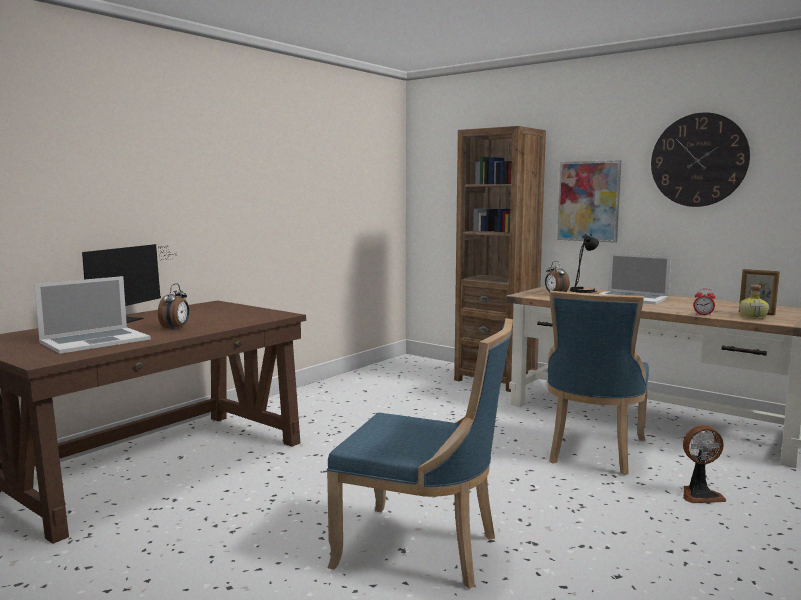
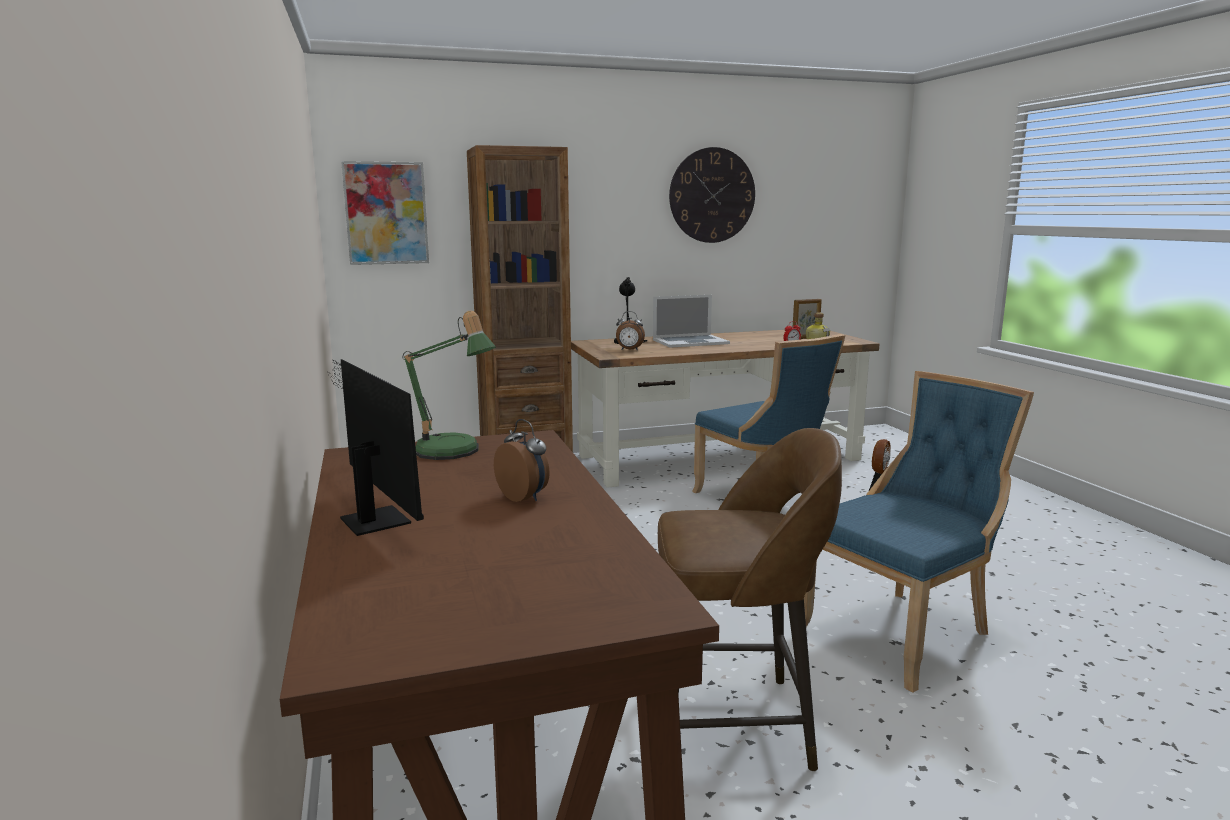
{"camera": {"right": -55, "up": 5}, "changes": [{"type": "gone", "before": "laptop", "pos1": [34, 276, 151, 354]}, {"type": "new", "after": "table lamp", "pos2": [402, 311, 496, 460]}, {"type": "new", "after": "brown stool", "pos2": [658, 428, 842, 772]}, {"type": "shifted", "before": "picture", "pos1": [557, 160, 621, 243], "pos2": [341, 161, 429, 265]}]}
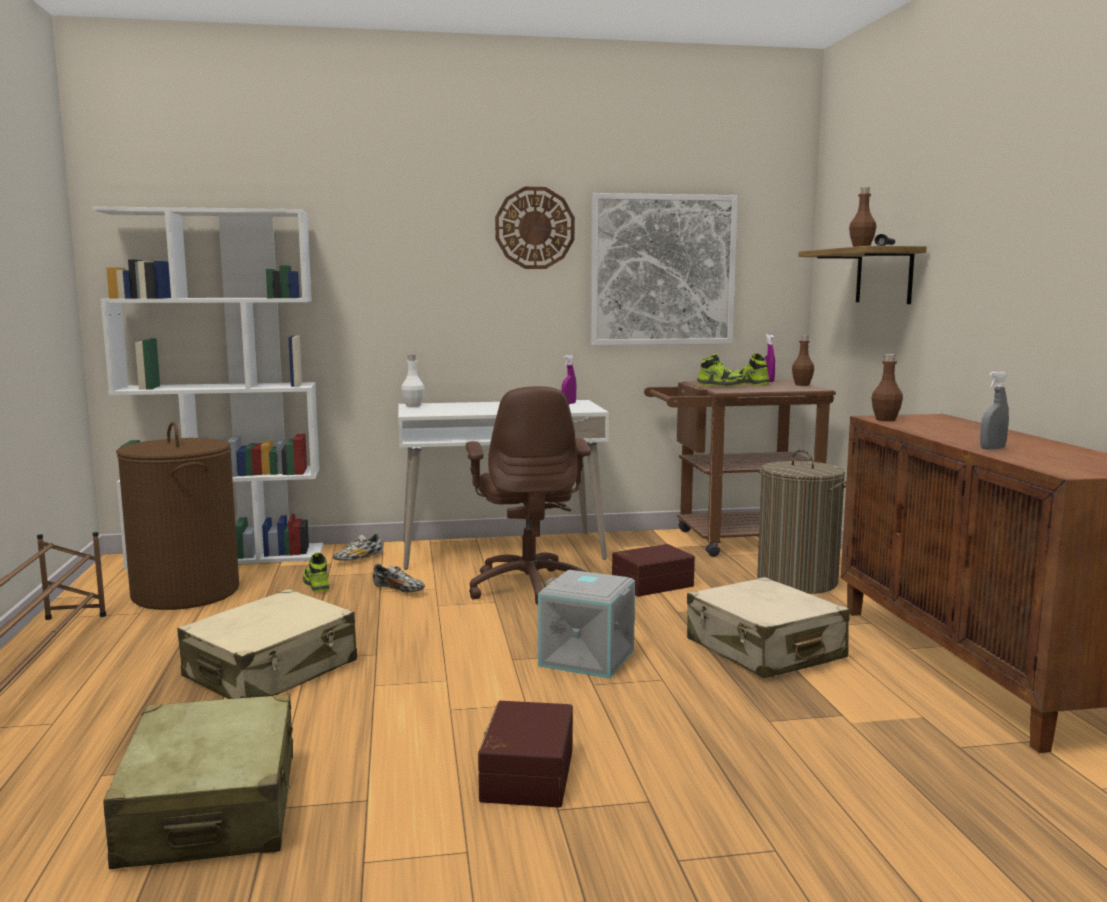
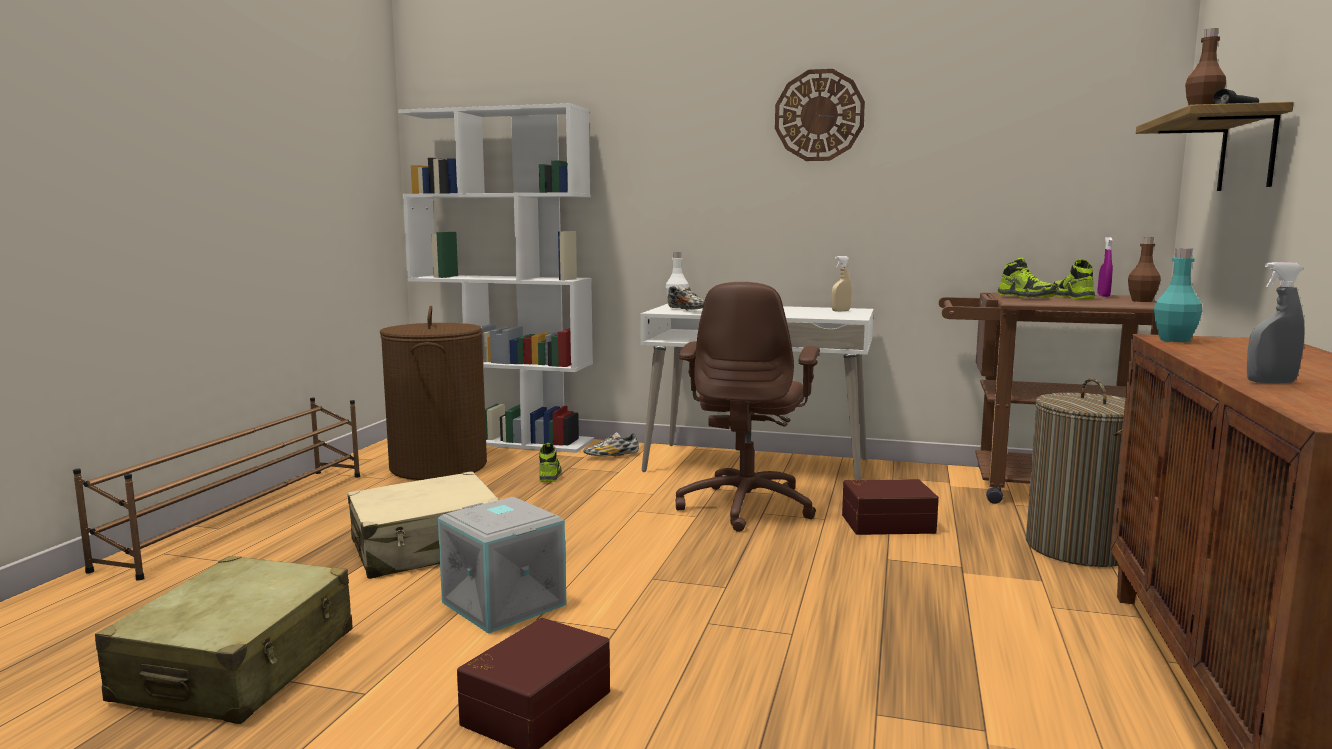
{"camera": {"right": 25, "up": 0}, "changes": [{"type": "gone", "before": "picture", "pos1": [590, 193, 738, 345]}, {"type": "gone", "before": "beige suitcase", "pos1": [687, 577, 850, 678]}, {"type": "shifted", "before": "shoe", "pos1": [373, 564, 425, 592], "pos2": [668, 285, 705, 311]}, {"type": "shifted", "before": "grey storage box", "pos1": [538, 570, 635, 679], "pos2": [438, 497, 566, 634]}, {"type": "repainted", "before": "purple spray bottle", "after": "beige spray bottle", "pos1": [562, 355, 576, 404], "pos2": [831, 256, 852, 312]}, {"type": "repainted", "before": "brown bottle", "after": "turquoise bottle", "pos1": [872, 354, 903, 421], "pos2": [1154, 248, 1202, 342]}]}
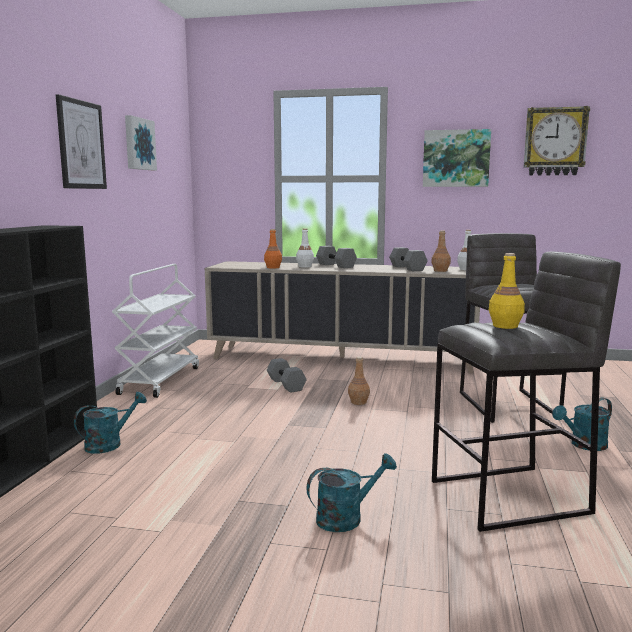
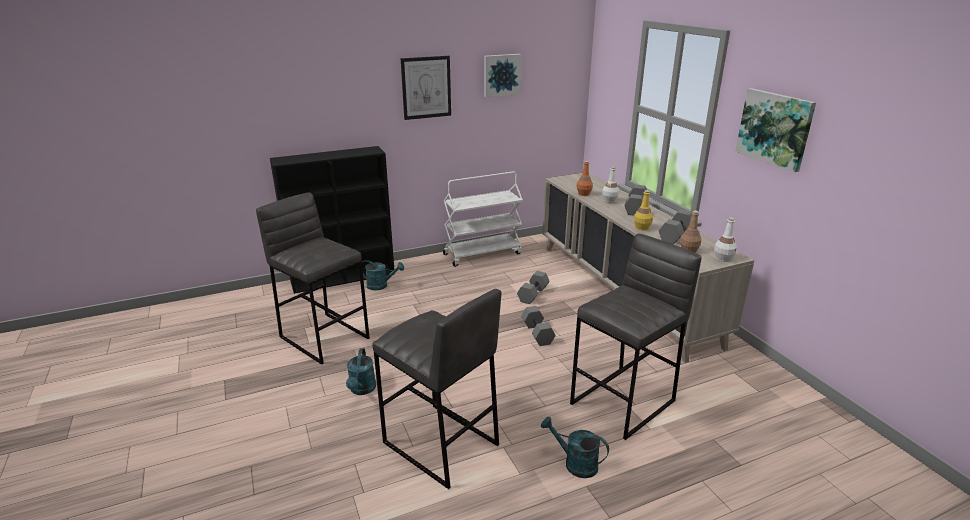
{"camera": {"right": 55, "up": 15}, "changes": [{"type": "gone", "before": "wall clock", "pos1": [524, 106, 590, 176]}, {"type": "new", "after": "grey stool", "pos2": [256, 192, 370, 365]}, {"type": "shifted", "before": "yellow bottle", "pos1": [489, 253, 525, 329], "pos2": [634, 190, 653, 230]}, {"type": "swapped", "before": "brown bottle", "after": "grey dumbbell", "pos1": [348, 357, 370, 405], "pos2": [521, 306, 556, 346]}, {"type": "rotated", "before": "turquoise watering can", "pos1": [307, 453, 397, 532], "pos2": [346, 348, 376, 395], "turn": 60}]}
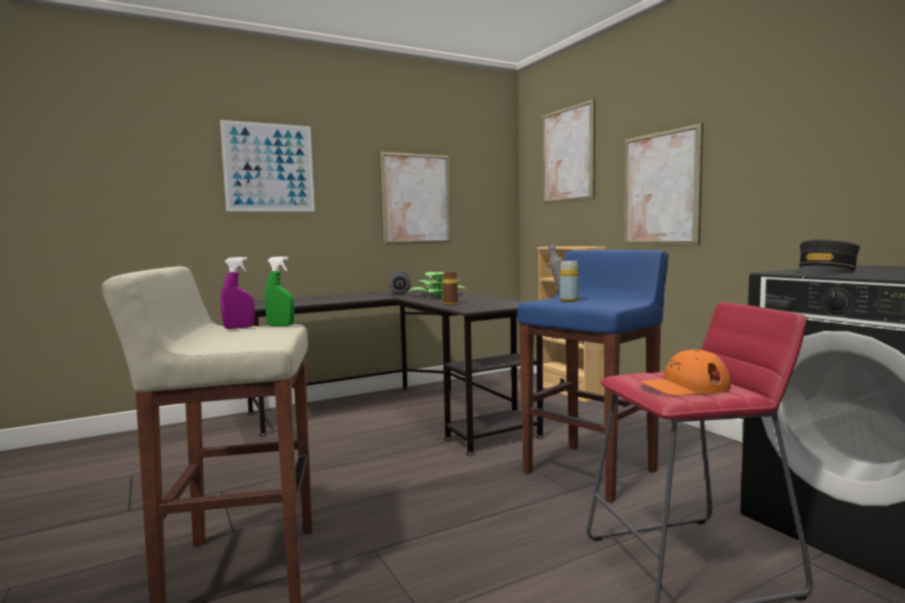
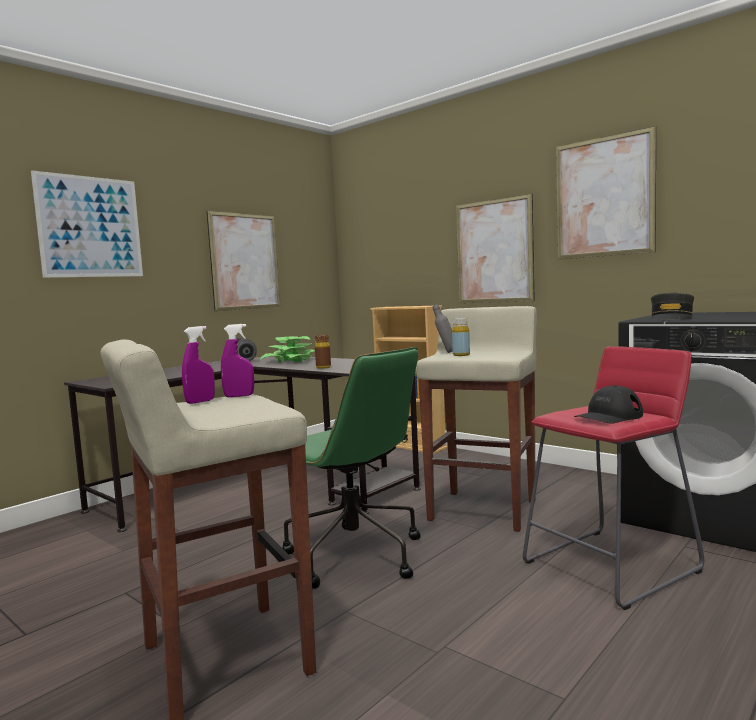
{"camera": {"right": -20, "up": 0}, "changes": [{"type": "new", "after": "green office chair", "pos2": [282, 347, 421, 589]}, {"type": "shifted", "before": "picture", "pos1": [542, 98, 595, 204], "pos2": [556, 126, 656, 260]}, {"type": "repainted", "before": "green spray bottle", "after": "purple spray bottle", "pos1": [265, 256, 294, 326], "pos2": [221, 324, 254, 397]}, {"type": "repainted", "before": "blue stool", "after": "beige stool", "pos1": [517, 250, 669, 503], "pos2": [416, 306, 537, 532]}, {"type": "repainted", "before": "orange cap", "after": "black cap", "pos1": [640, 350, 731, 396], "pos2": [574, 385, 643, 424]}]}
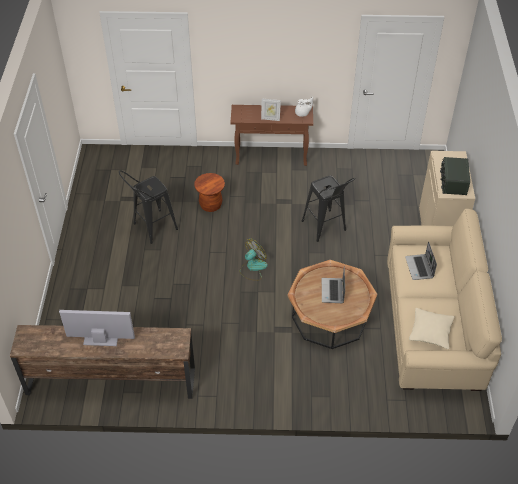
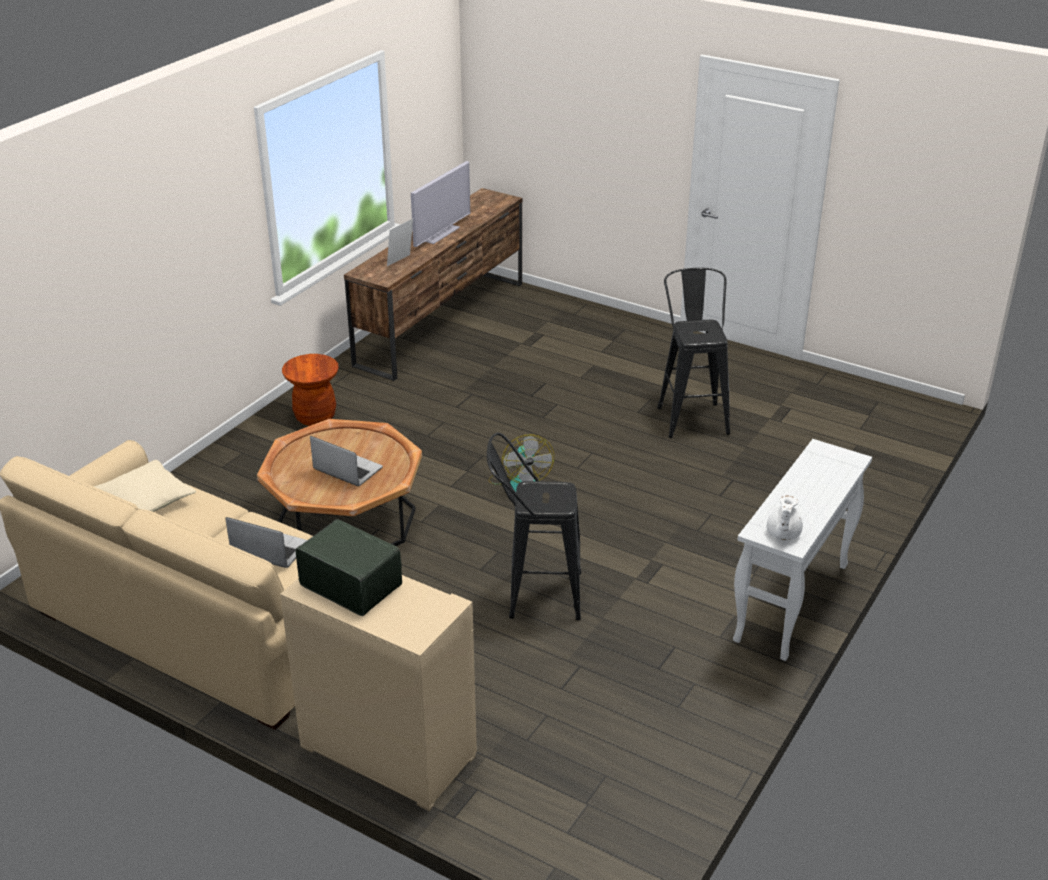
{"camera": {"right": 120, "up": -15}, "changes": [{"type": "shifted", "before": "brown stool", "pos1": [194, 173, 225, 212], "pos2": [282, 354, 339, 426]}, {"type": "shifted", "before": "picture frame", "pos1": [261, 99, 281, 121], "pos2": [387, 219, 413, 266]}, {"type": "repainted", "before": "brown console table", "after": "white console table", "pos1": [230, 105, 313, 166], "pos2": [733, 439, 872, 661]}]}
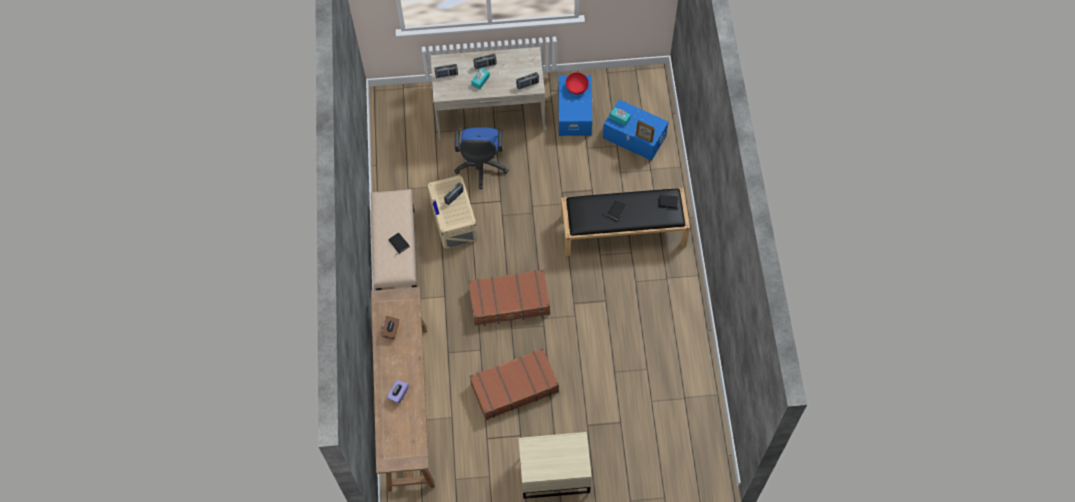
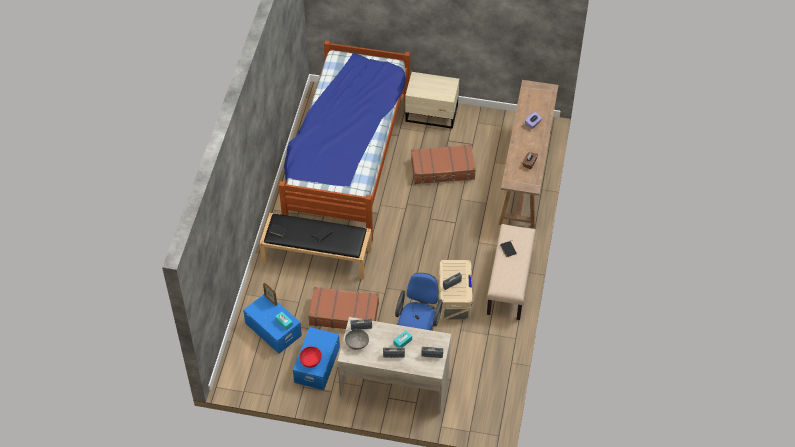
{"camera": {"right": -165, "up": -10}, "changes": [{"type": "new", "after": "bed", "pos2": [279, 40, 410, 242]}, {"type": "new", "after": "grey bowl", "pos2": [345, 329, 369, 350]}, {"type": "shifted", "before": "brown suitcase", "pos1": [468, 269, 550, 326], "pos2": [308, 287, 379, 329]}]}
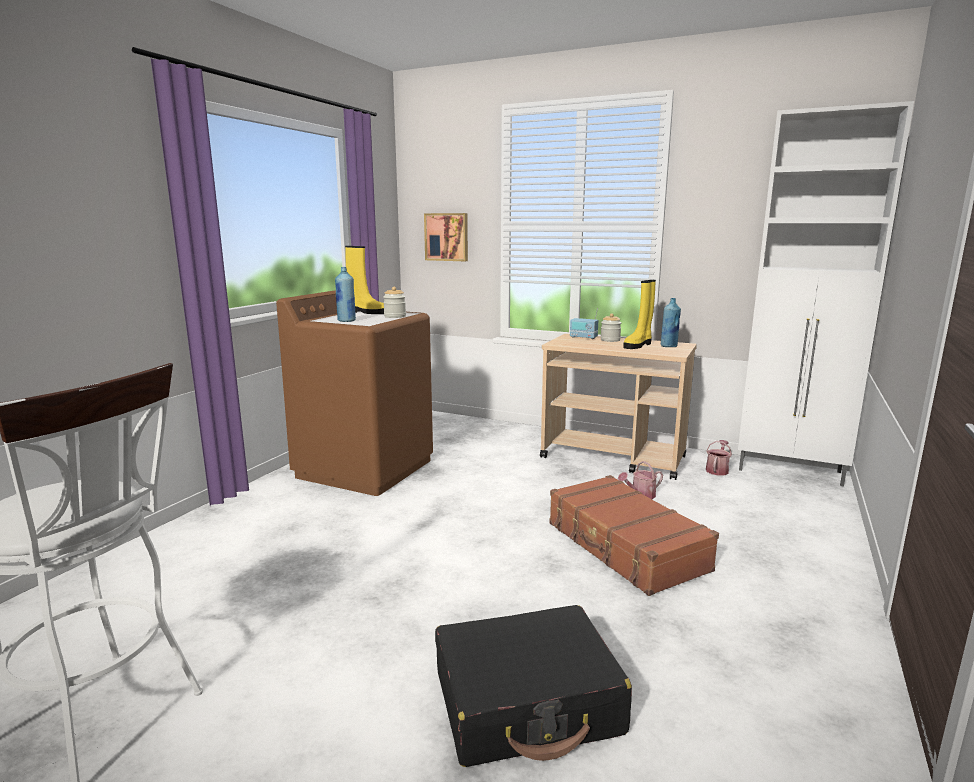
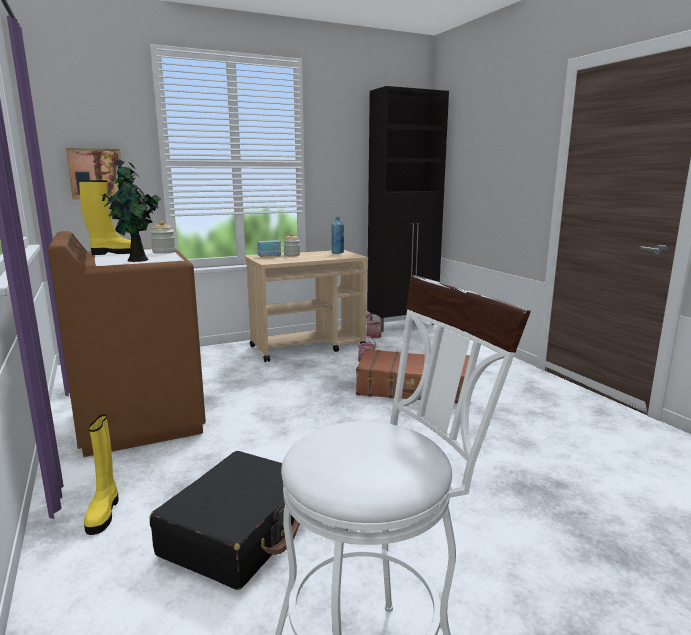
{"camera": {"right": -50, "up": 0}, "changes": [{"type": "shifted", "before": "black suitcase", "pos1": [435, 605, 632, 767], "pos2": [150, 451, 300, 590]}, {"type": "shifted", "before": "yellow boot", "pos1": [623, 280, 656, 349], "pos2": [84, 414, 119, 535]}, {"type": "swapped", "before": "blue bottle", "after": "potted plant", "pos1": [335, 267, 356, 322], "pos2": [102, 159, 161, 262]}, {"type": "repainted", "before": "white cabinet", "after": "black cabinet", "pos1": [738, 101, 914, 487], "pos2": [367, 86, 449, 332]}]}
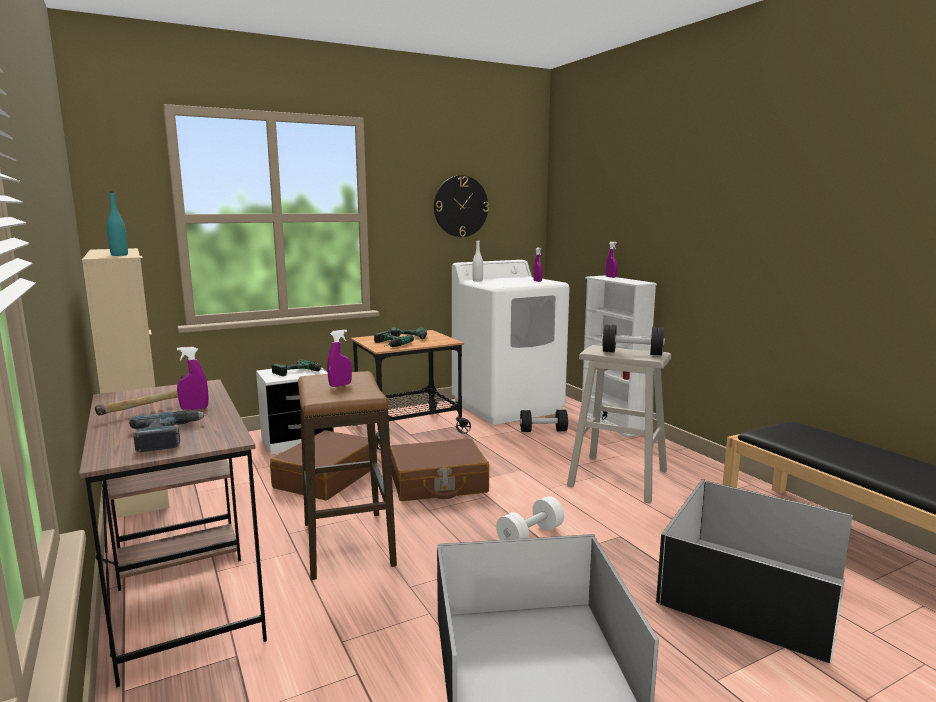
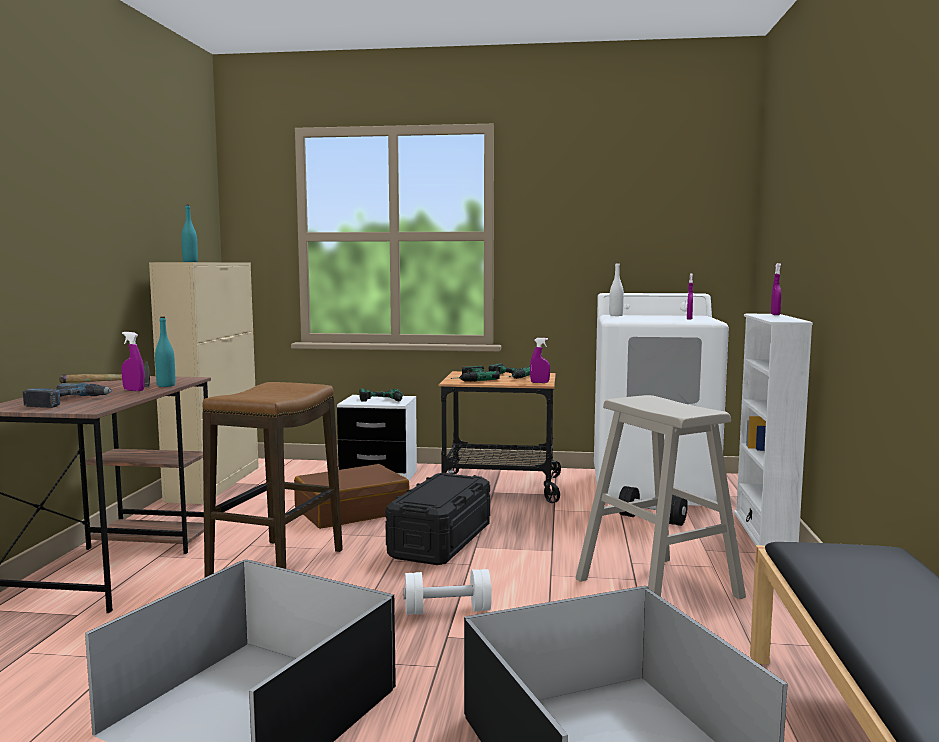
{"camera": {"right": 35, "up": -5}, "changes": [{"type": "gone", "before": "wall clock", "pos1": [434, 175, 489, 237]}, {"type": "gone", "before": "black dumbbell", "pos1": [602, 325, 665, 355]}, {"type": "new", "after": "turquoise bottle", "pos2": [155, 316, 175, 387]}, {"type": "shifted", "before": "purple spray bottle", "pos1": [327, 330, 352, 387], "pos2": [530, 338, 550, 383]}, {"type": "swapped", "before": "brown suitcase", "after": "black storage box", "pos1": [390, 438, 489, 501], "pos2": [385, 473, 490, 565]}]}
